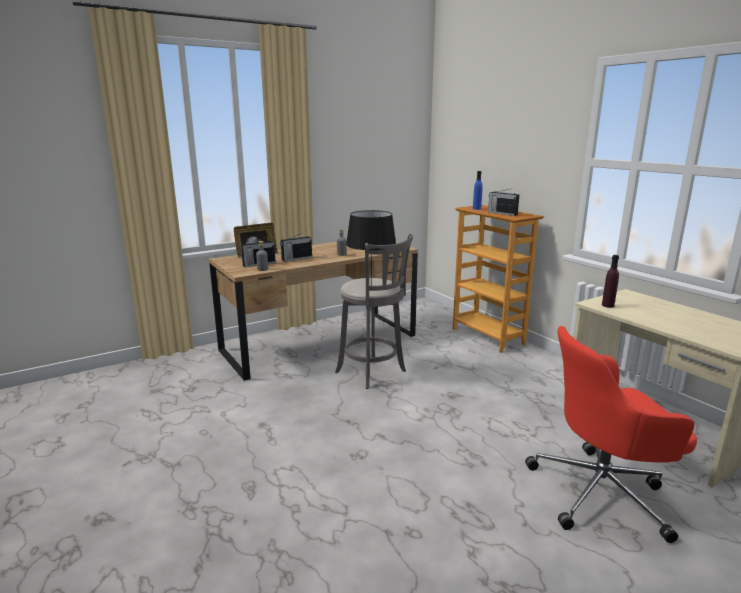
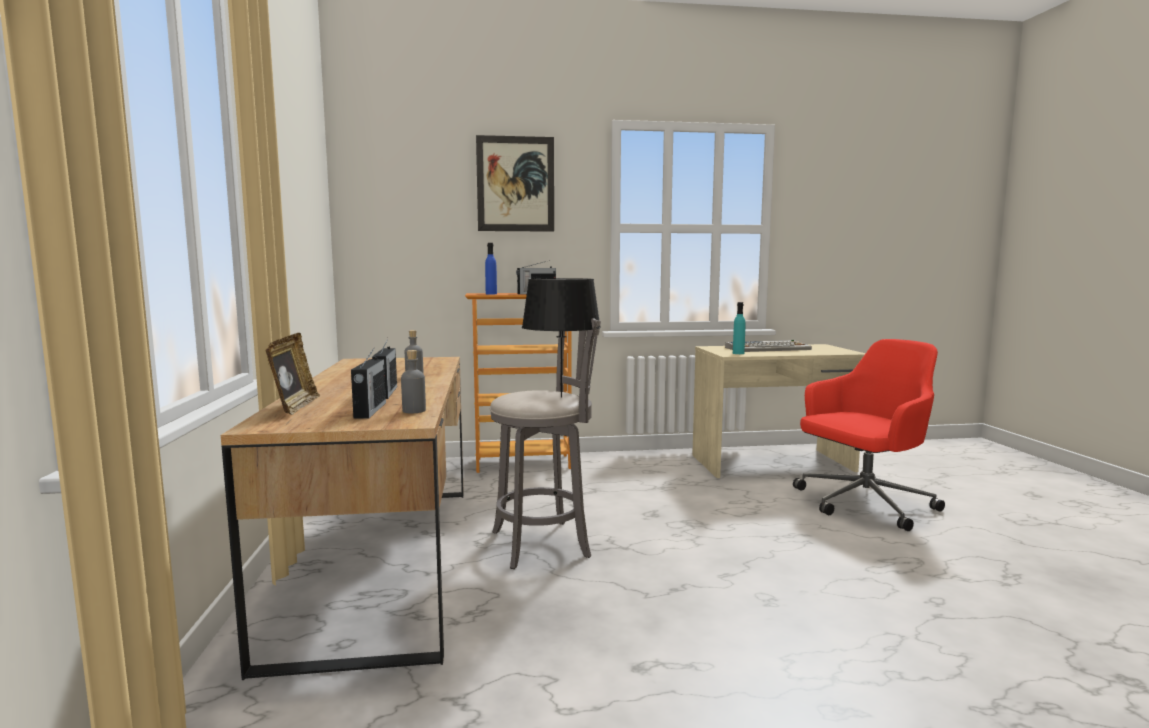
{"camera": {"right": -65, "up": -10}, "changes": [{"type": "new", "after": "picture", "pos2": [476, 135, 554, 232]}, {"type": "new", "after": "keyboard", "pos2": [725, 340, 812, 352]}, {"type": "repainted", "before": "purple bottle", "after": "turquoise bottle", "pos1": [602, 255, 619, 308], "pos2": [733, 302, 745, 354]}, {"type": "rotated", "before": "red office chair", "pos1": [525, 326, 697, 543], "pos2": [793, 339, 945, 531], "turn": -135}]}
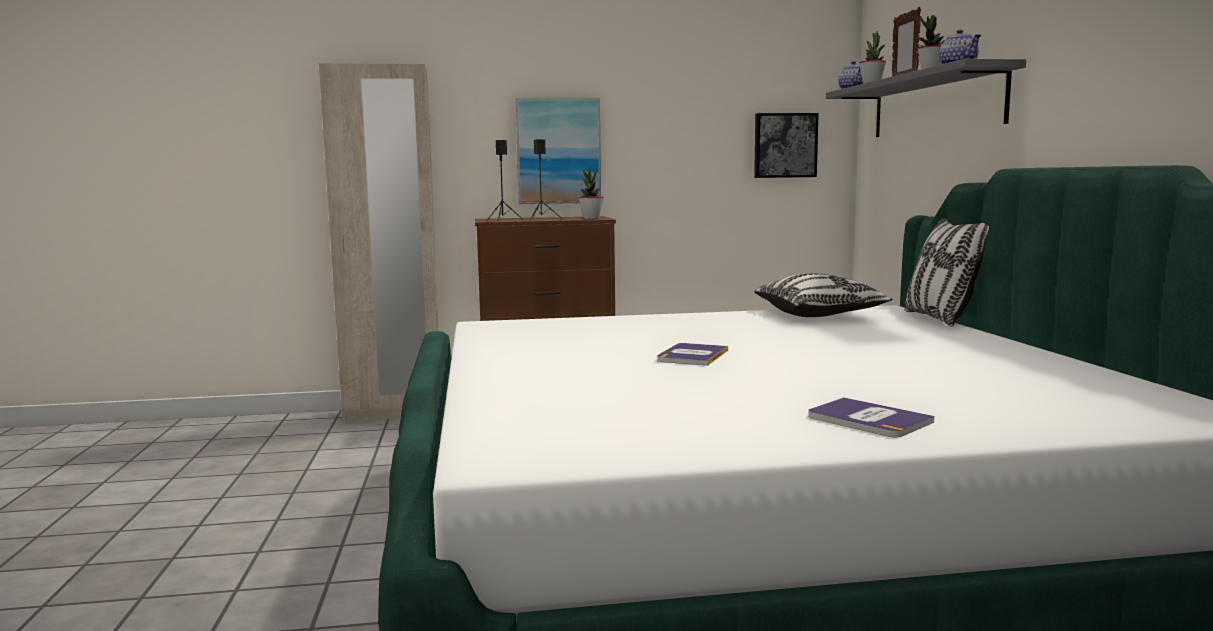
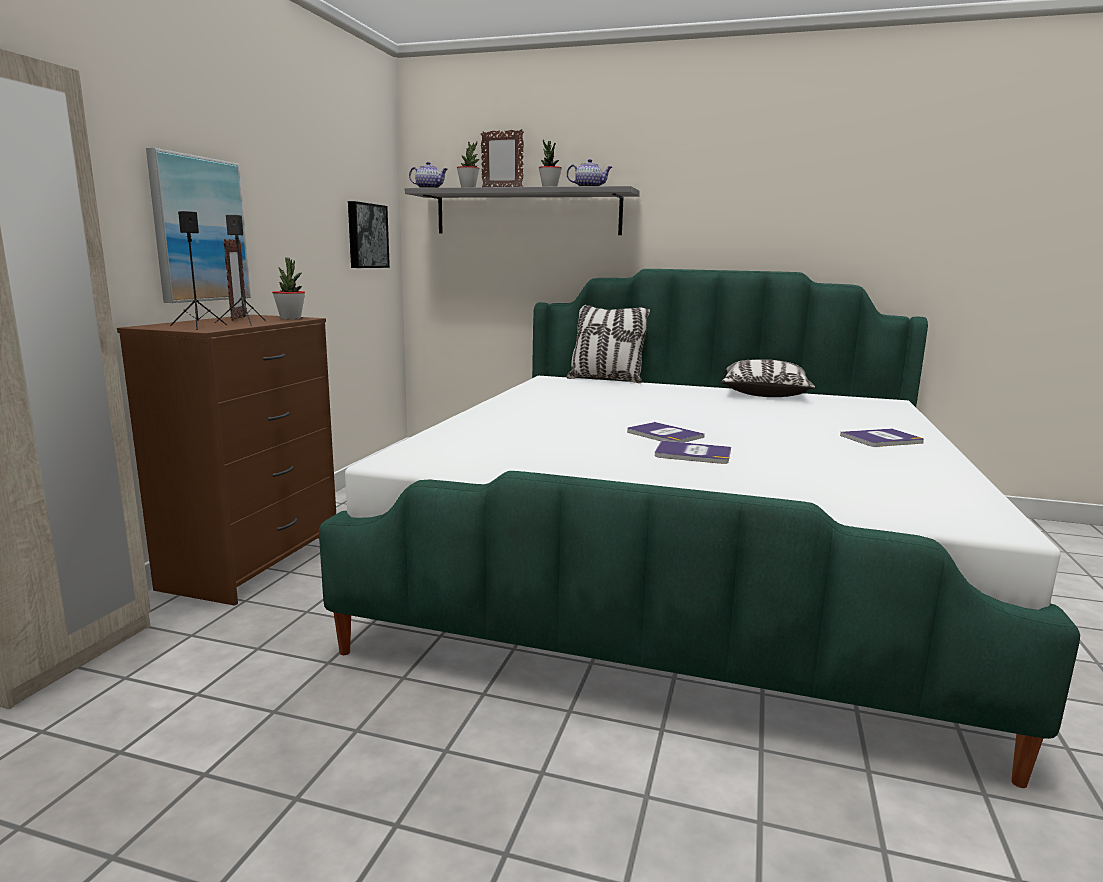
{"camera": {"right": -65, "up": 5}, "changes": [{"type": "new", "after": "picture frame", "pos2": [223, 239, 247, 321]}, {"type": "new", "after": "book", "pos2": [655, 441, 731, 464]}, {"type": "shifted", "before": "pillow", "pos1": [754, 273, 893, 317], "pos2": [721, 359, 815, 397]}]}
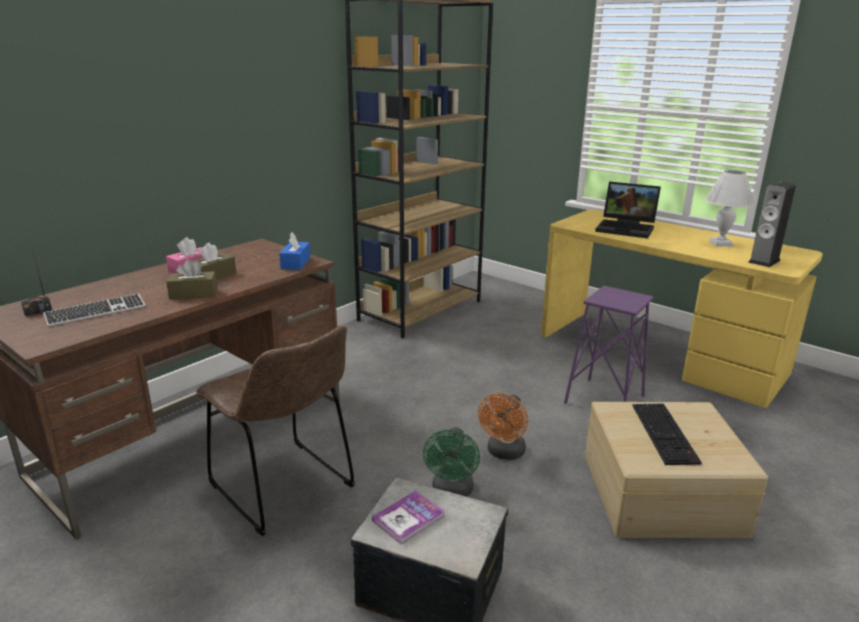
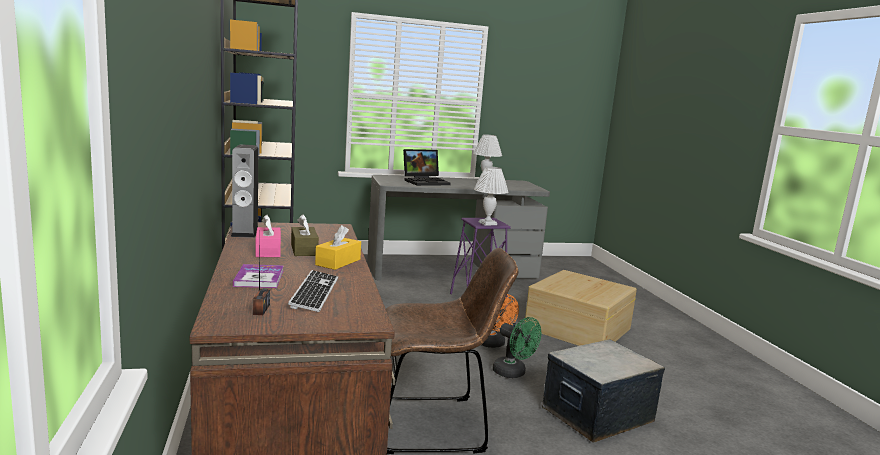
{"camera": {"right": -55, "up": -10}, "changes": [{"type": "gone", "before": "blue tissue box", "pos1": [279, 232, 310, 270]}, {"type": "gone", "before": "keyboard", "pos1": [632, 404, 702, 465]}, {"type": "new", "after": "white table lamp", "pos2": [474, 166, 508, 226]}, {"type": "shifted", "before": "book", "pos1": [372, 491, 445, 544], "pos2": [233, 264, 284, 288]}, {"type": "shifted", "before": "speaker", "pos1": [748, 181, 796, 267], "pos2": [230, 144, 258, 238]}, {"type": "repainted", "before": "brown tissue box", "after": "yellow tissue box", "pos1": [166, 259, 217, 299], "pos2": [315, 225, 361, 270]}, {"type": "repainted", "before": "yellow desk", "after": "grey desk", "pos1": [541, 209, 823, 408], "pos2": [367, 175, 550, 281]}]}
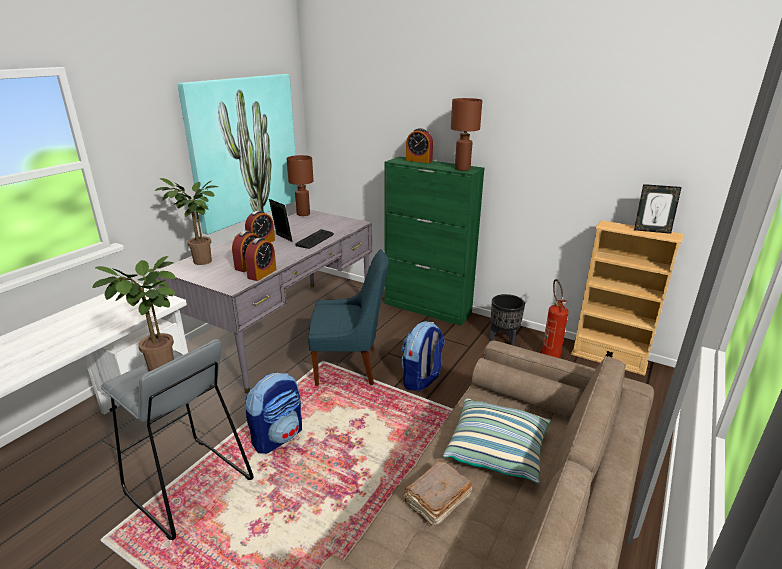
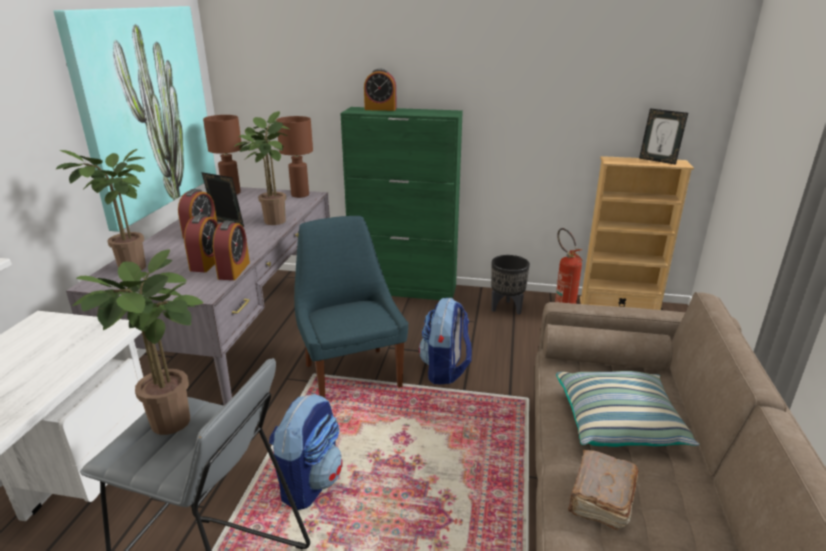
{"camera": {"right": -20, "up": 0}, "changes": [{"type": "shifted", "before": "brown table lamp", "pos1": [451, 98, 482, 171], "pos2": [276, 116, 313, 198]}, {"type": "swapped", "before": "keyboard", "after": "potted plant", "pos1": [295, 229, 334, 249], "pos2": [234, 111, 289, 225]}, {"type": "rotated", "before": "blue chair", "pos1": [308, 249, 389, 386], "pos2": [294, 216, 408, 399], "turn": -90}, {"type": "rotated", "before": "picture frame", "pos1": [634, 184, 682, 234], "pos2": [639, 108, 688, 165], "turn": 45}]}
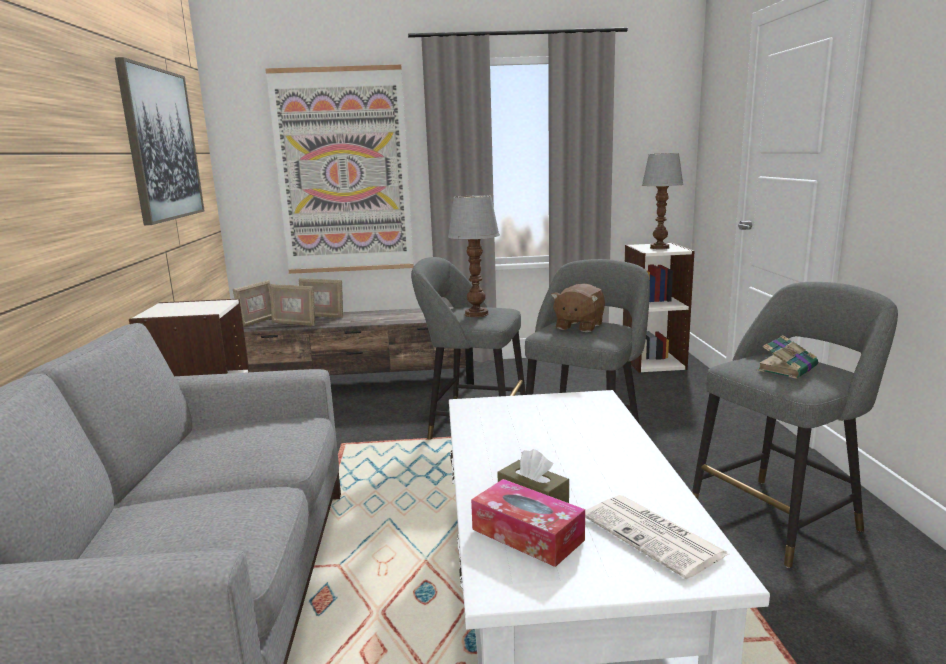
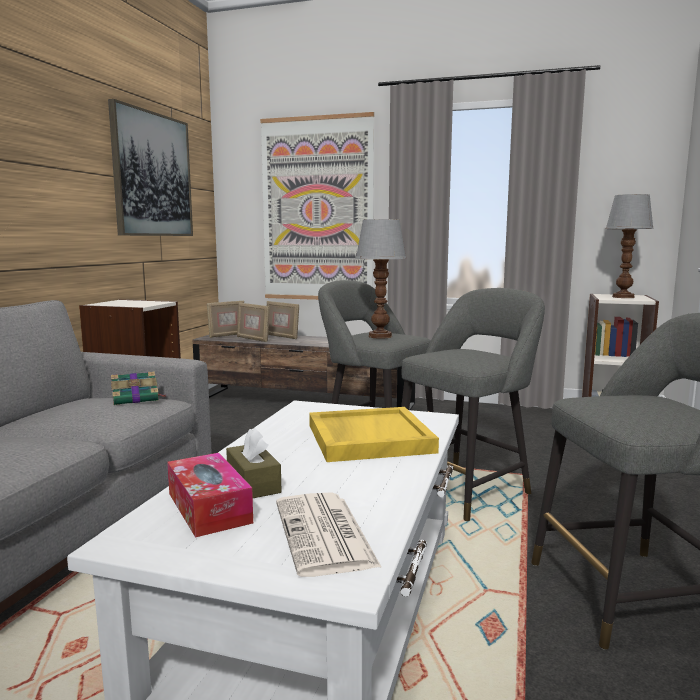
{"camera": {"right": 20, "up": -5}, "changes": [{"type": "gone", "before": "brown plush toy", "pos1": [551, 283, 605, 332]}, {"type": "new", "after": "yellow tray", "pos2": [309, 407, 439, 462]}, {"type": "shifted", "before": "book", "pos1": [757, 335, 818, 379], "pos2": [111, 371, 165, 405]}]}
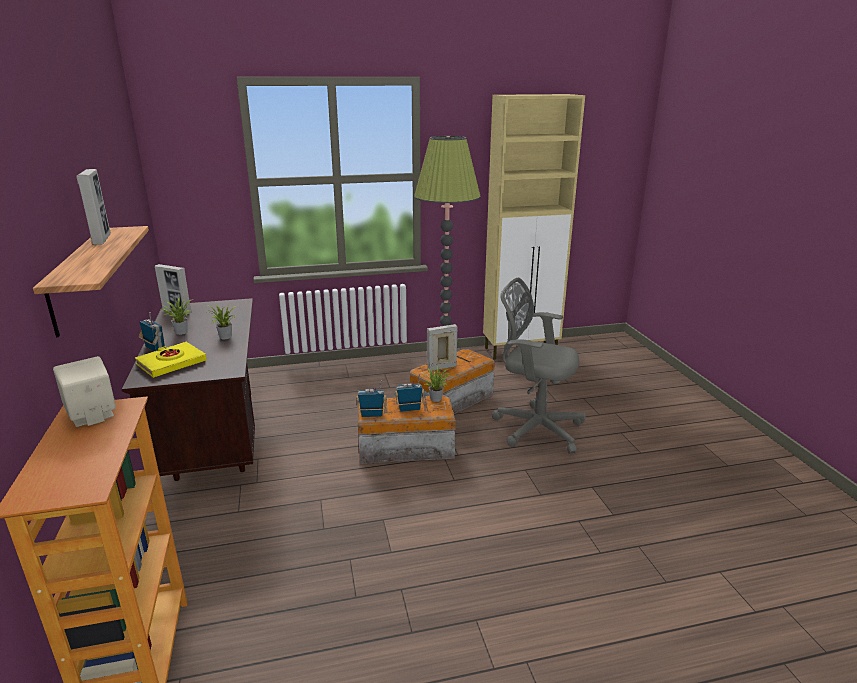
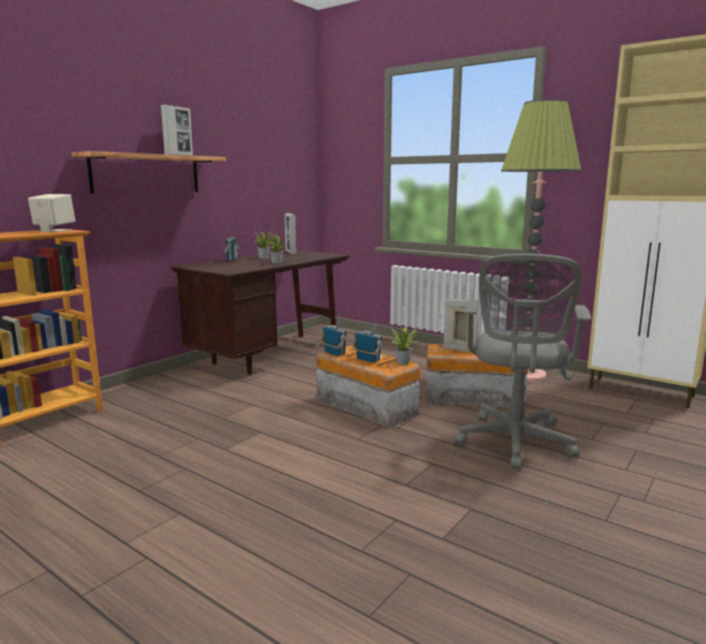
{"camera": {"right": 50, "up": -10}, "changes": [{"type": "gone", "before": "yellow book", "pos1": [135, 342, 207, 378]}, {"type": "rotated", "before": "grey office chair", "pos1": [492, 278, 586, 454], "pos2": [454, 254, 591, 471], "turn": -150}]}
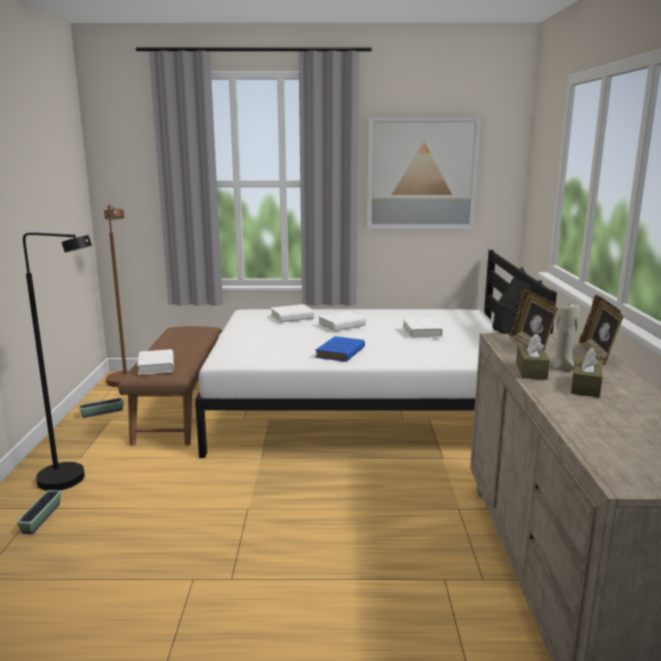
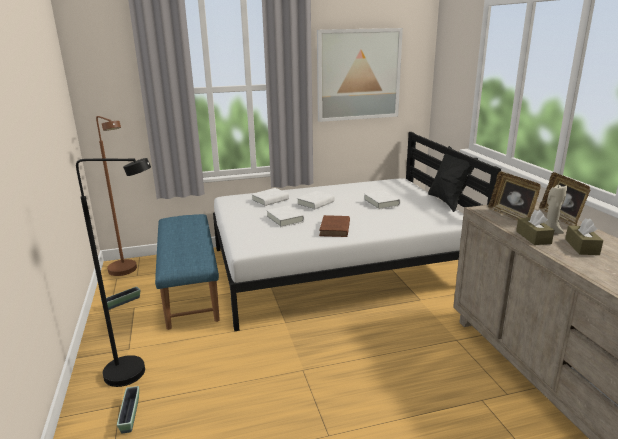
{"camera": {"right": -15, "up": 5}, "changes": [{"type": "shifted", "before": "white book", "pos1": [137, 349, 174, 375], "pos2": [266, 206, 304, 228]}, {"type": "repainted", "before": "brown bench", "after": "blue bench", "pos1": [118, 326, 222, 446], "pos2": [155, 214, 220, 330]}, {"type": "repainted", "before": "blue book", "after": "brown book", "pos1": [315, 336, 365, 362], "pos2": [319, 215, 350, 237]}]}
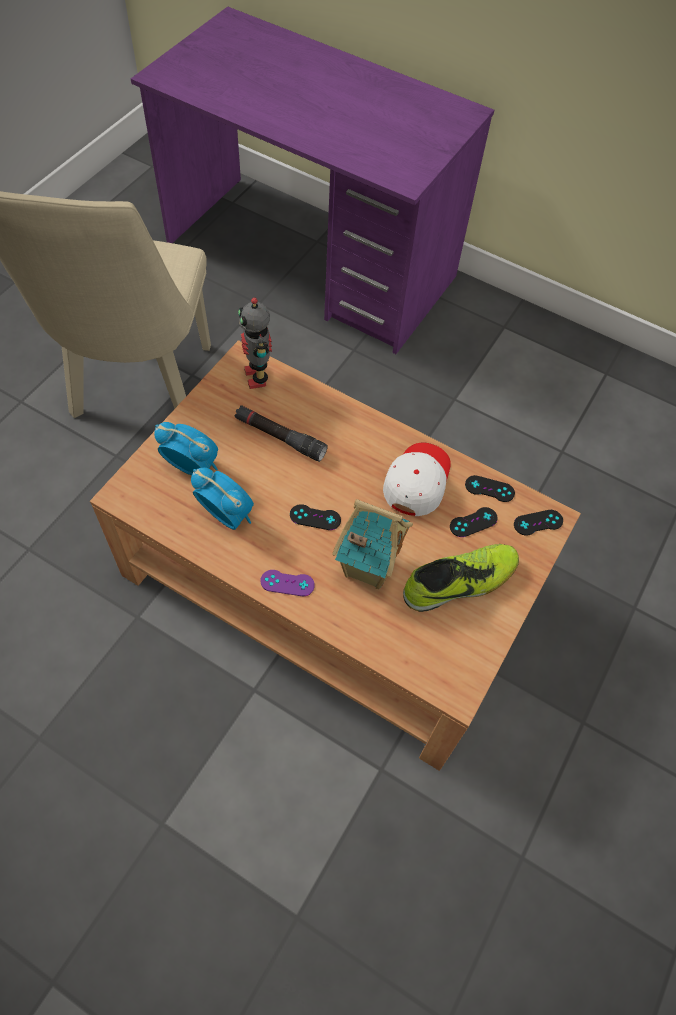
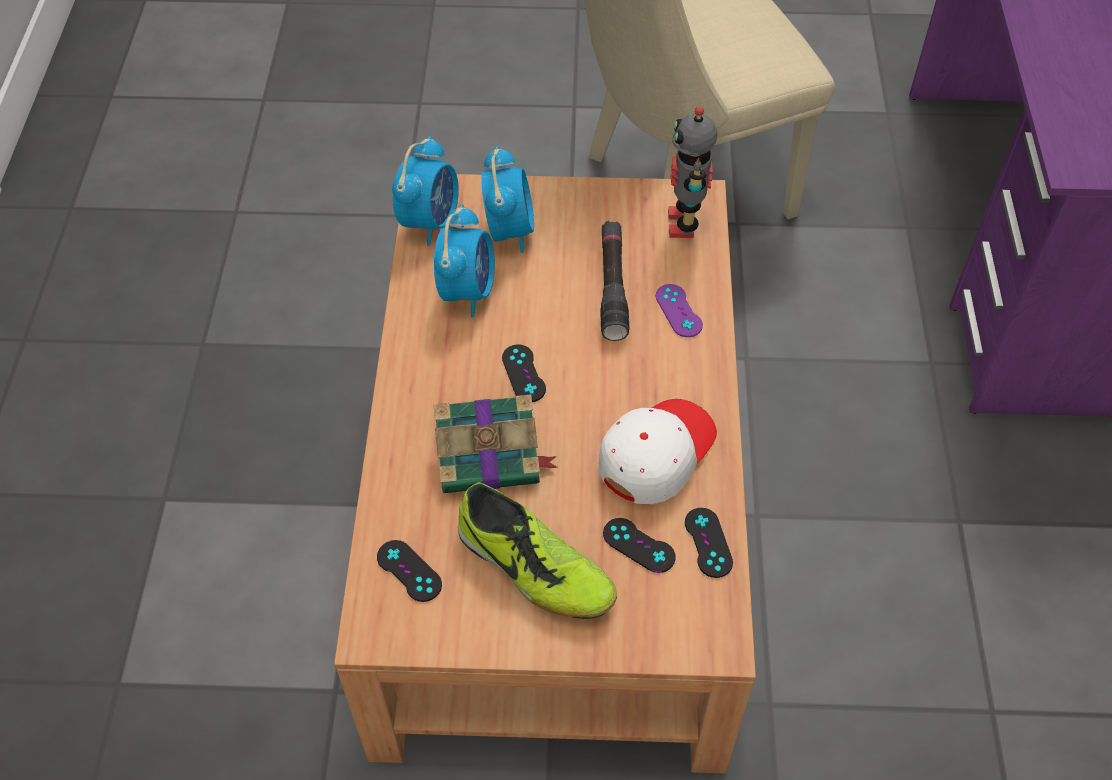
{"camera": {"right": 65, "up": -5}, "changes": [{"type": "new", "after": "alarm clock", "pos2": [392, 136, 459, 246]}, {"type": "shifted", "before": "purple game controller", "pos1": [260, 570, 315, 596], "pos2": [656, 284, 703, 337]}, {"type": "shifted", "before": "black game controller", "pos1": [514, 510, 563, 536], "pos2": [377, 540, 442, 602]}, {"type": "swapped", "before": "toy house", "after": "book", "pos1": [332, 499, 413, 589], "pos2": [433, 394, 557, 493]}, {"type": "rotated", "before": "toy robot", "pos1": [238, 297, 272, 389], "pos2": [668, 106, 718, 238], "turn": -45}, {"type": "rotated", "before": "white cap", "pos1": [383, 443, 451, 516], "pos2": [599, 399, 717, 504], "turn": -45}]}
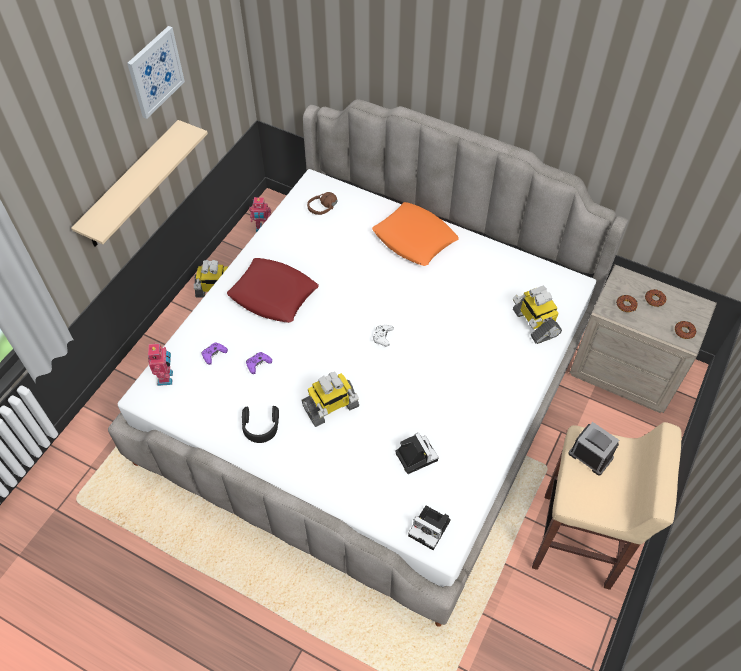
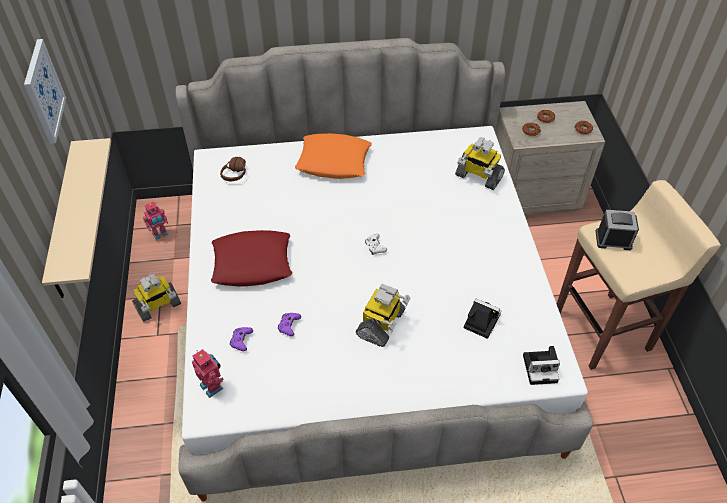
{"camera": {"right": -35, "up": -5}, "changes": [{"type": "gone", "before": "black headphones", "pos1": [242, 406, 279, 443]}]}
